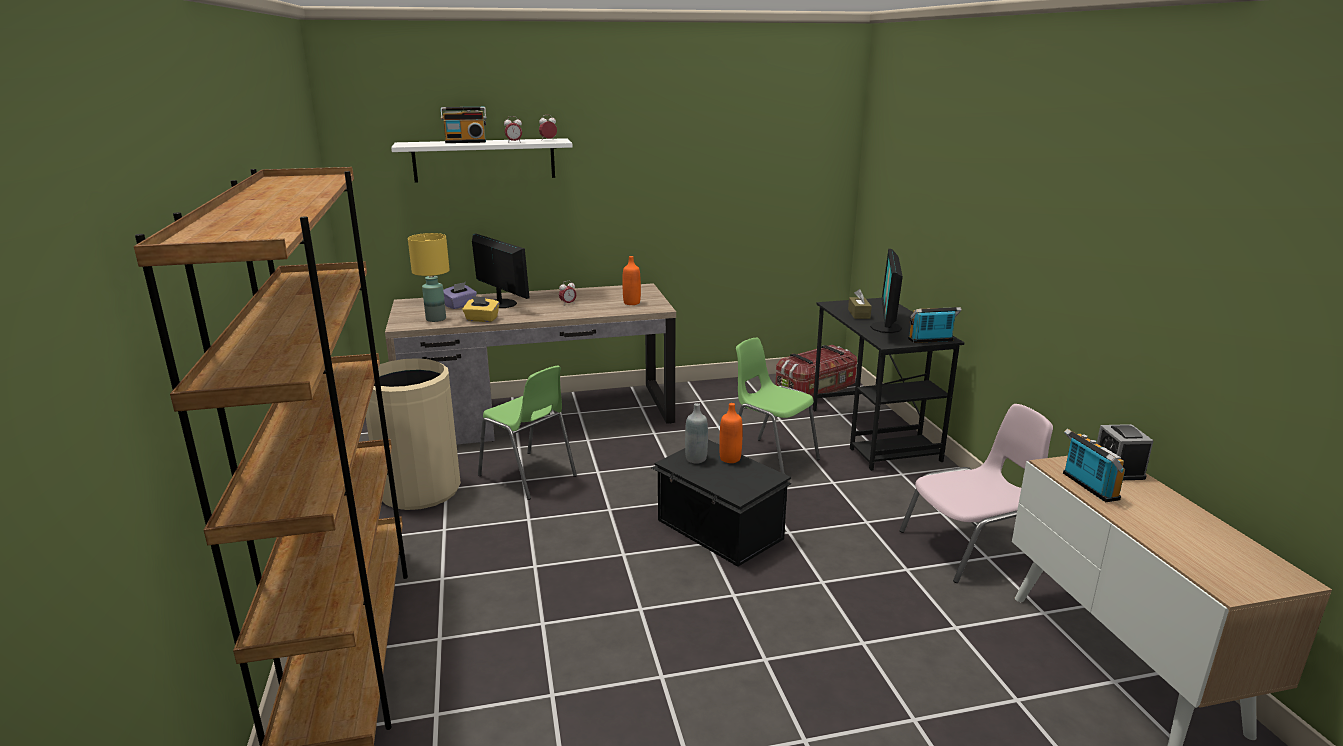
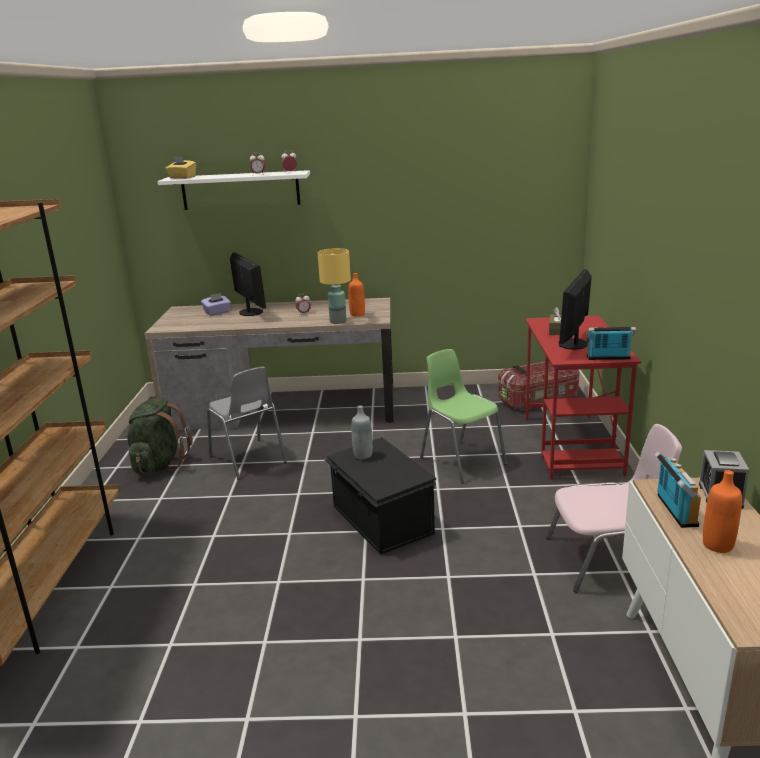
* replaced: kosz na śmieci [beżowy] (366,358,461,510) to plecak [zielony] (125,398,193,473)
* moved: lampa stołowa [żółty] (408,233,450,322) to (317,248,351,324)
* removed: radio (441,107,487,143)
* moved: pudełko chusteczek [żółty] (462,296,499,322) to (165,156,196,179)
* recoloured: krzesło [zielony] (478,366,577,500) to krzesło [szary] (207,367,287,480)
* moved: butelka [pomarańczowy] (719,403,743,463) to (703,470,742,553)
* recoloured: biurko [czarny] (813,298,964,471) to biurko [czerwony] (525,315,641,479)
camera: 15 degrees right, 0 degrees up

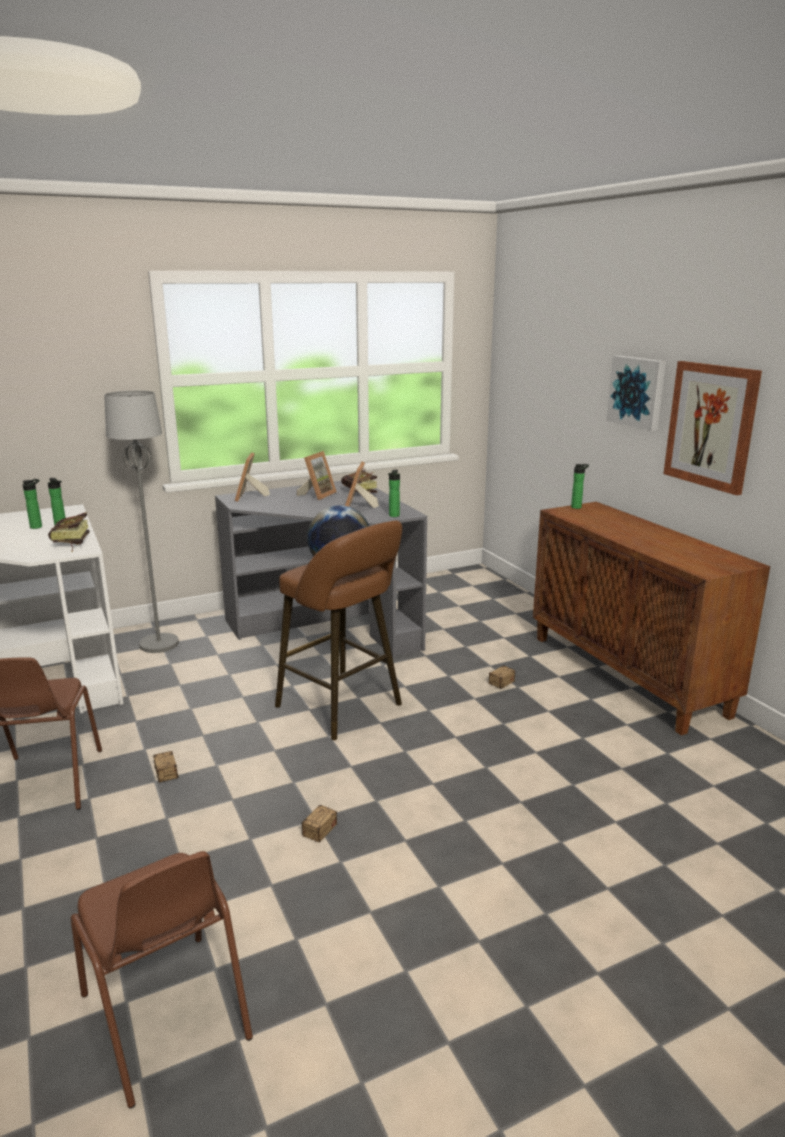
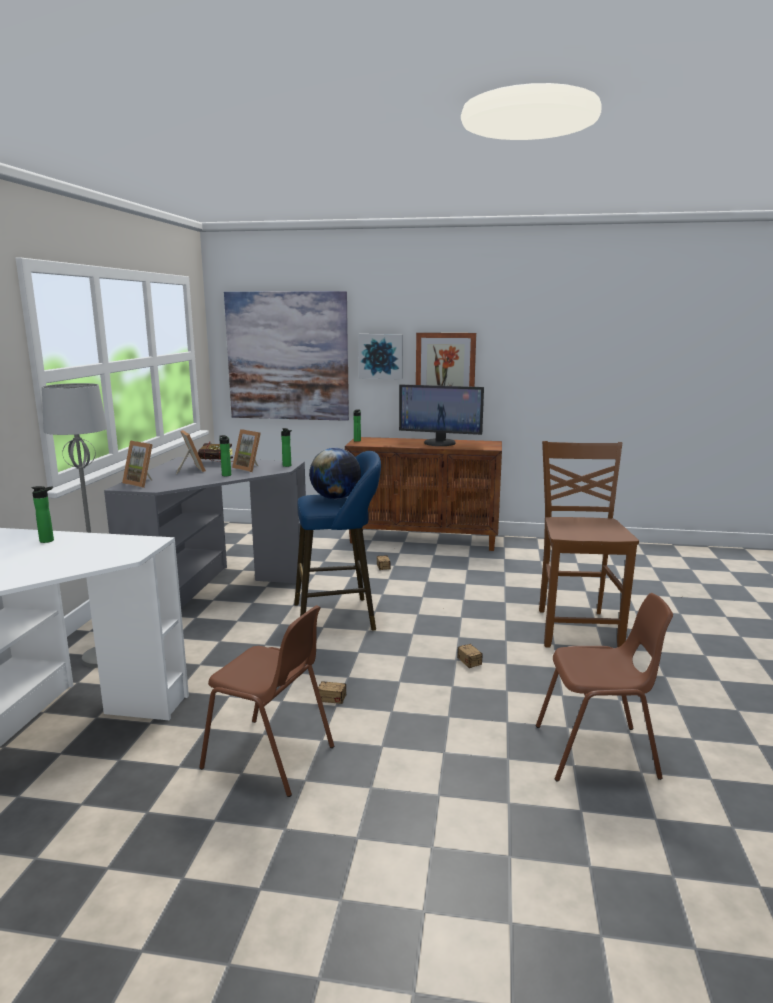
* moved: butelka (23,479,42,529) to (219,435,231,476)
* removed: książka (48,513,89,552)
* recoloured: stołek [brązowy] (275,520,402,740) to stołek [niebieski] (294,451,381,631)
* added: obraz (224,291,349,421)
* added: monitor (399,384,484,446)
* added: krzesło [brązowy] (539,441,639,648)
camera: 55 degrees left, 5 degrees down

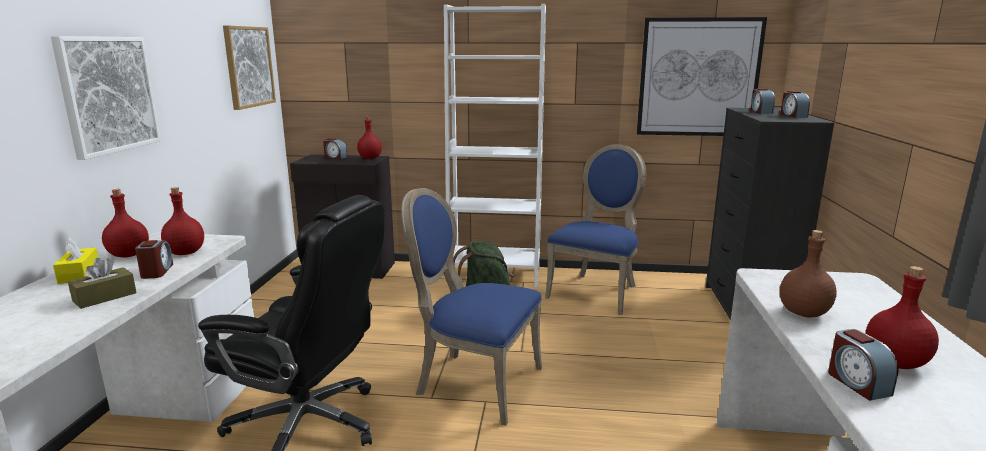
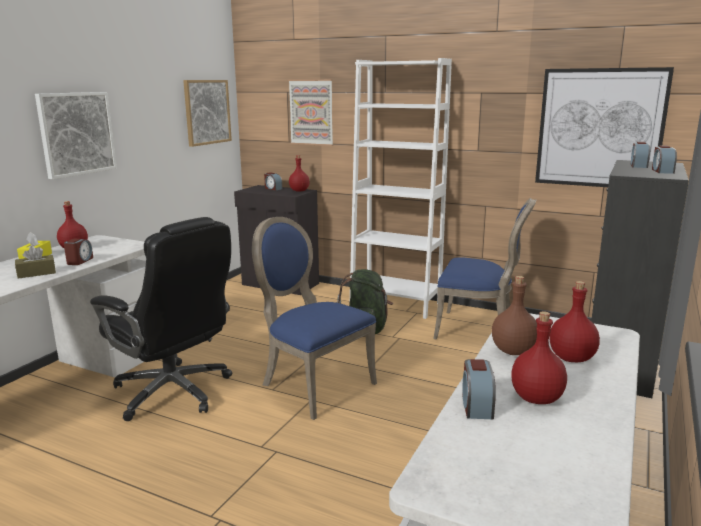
* moved: butelka [czerwony] (161,187,204,255) to (549,281,600,362)
* turned: krzesło [niebieski] (545,144,646,315) = (433,198,536,340) 60 degrees clockwise
* added: obraz (288,79,333,146)
camera: 20 degrees right, 0 degrees up

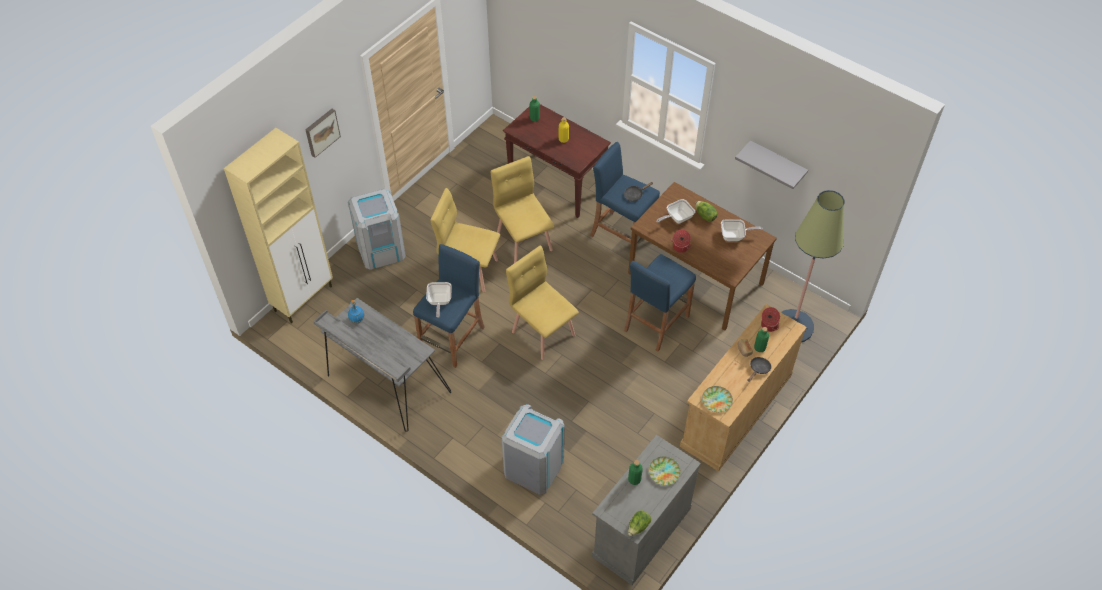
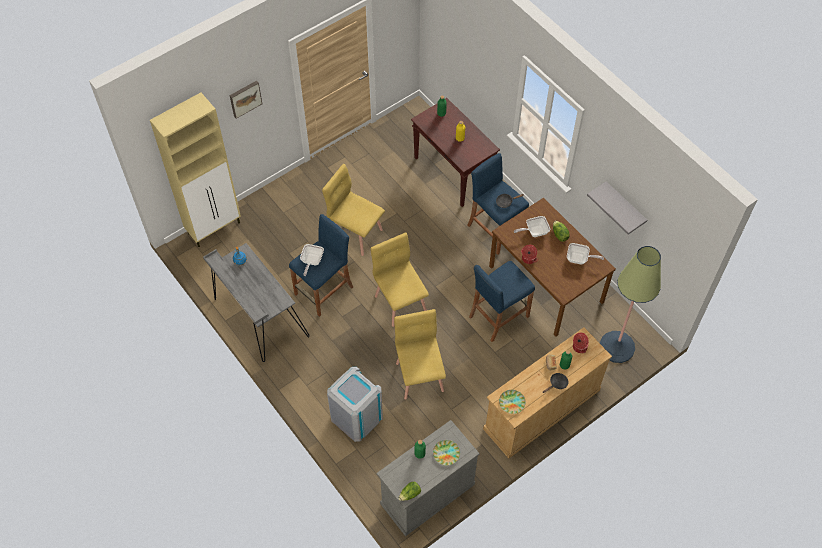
* removed: kosz na śmieci [szary] (348,189,406,270)
* moved: krzesło [żółty] (491,156,554,263) to (394,309,446,400)
camera: 15 degrees right, 5 degrees up

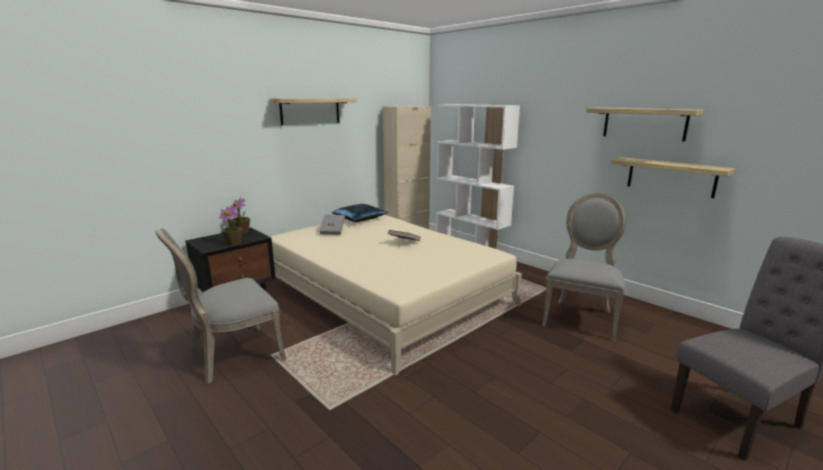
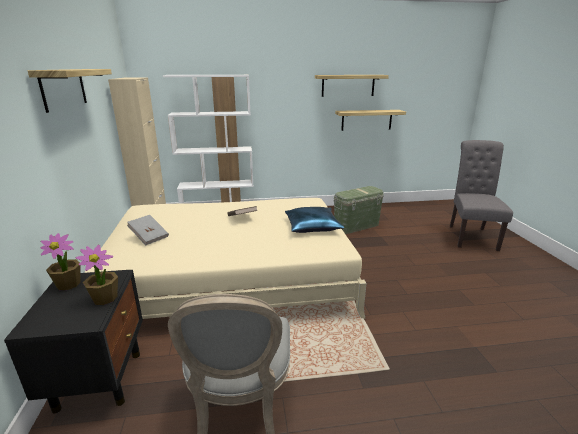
* moved: poduszka [niebieski] (332,204,388,222) to (285,207,345,233)
* replaced: krzesło [szary] (542,193,626,342) to pojemnik do przechowywania [zielony] (333,186,384,234)
camera: 55 degrees left, 5 degrees up

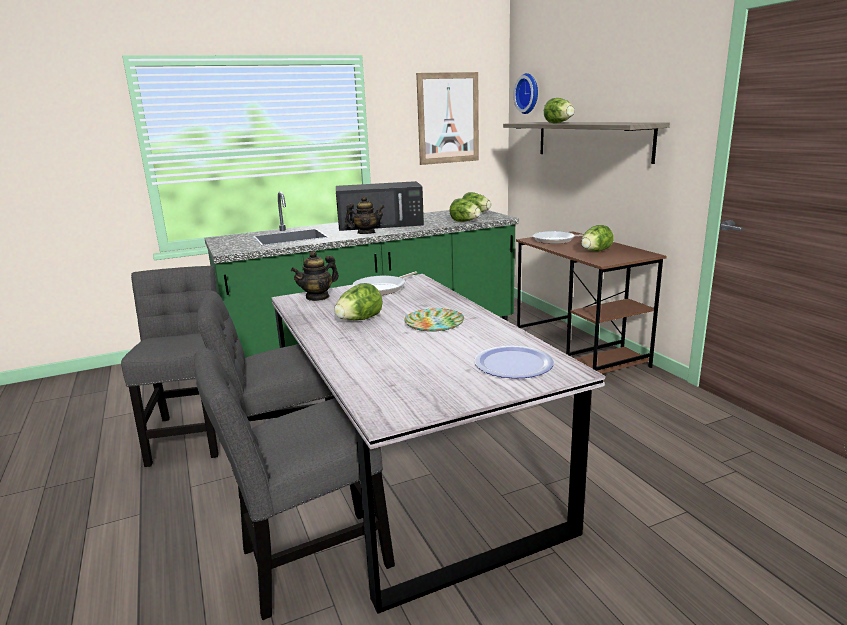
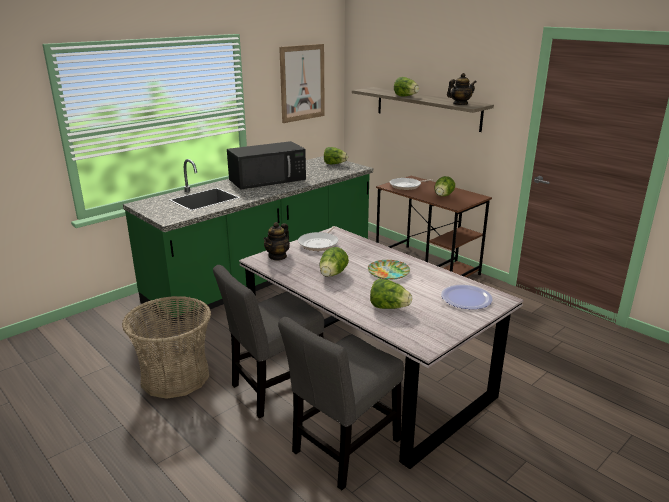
* replaced: krzesło [szary] (121,266,219,467) to koszyk (122,296,211,399)
* moved: imbryk (345,196,385,234) to (447,73,477,105)
* moved: sałata (449,198,481,222) to (370,278,412,309)
* removed: zegar ścienny (513,73,538,114)
camera: 20 degrees left, 5 degrees up

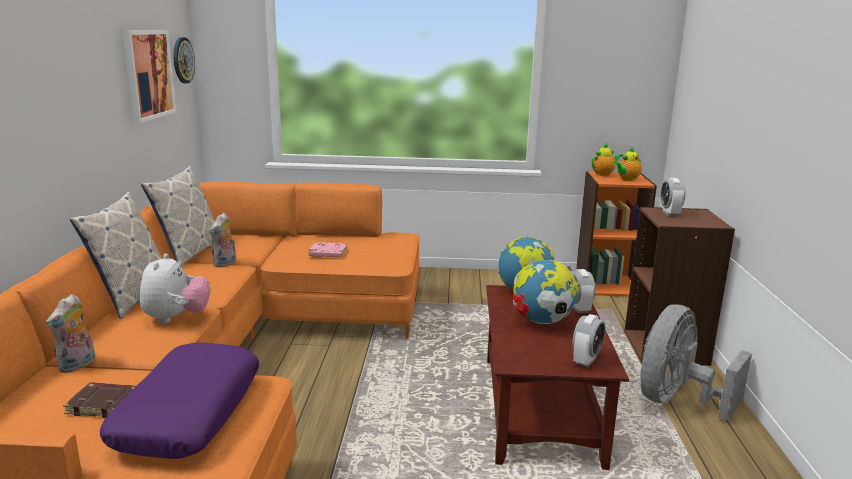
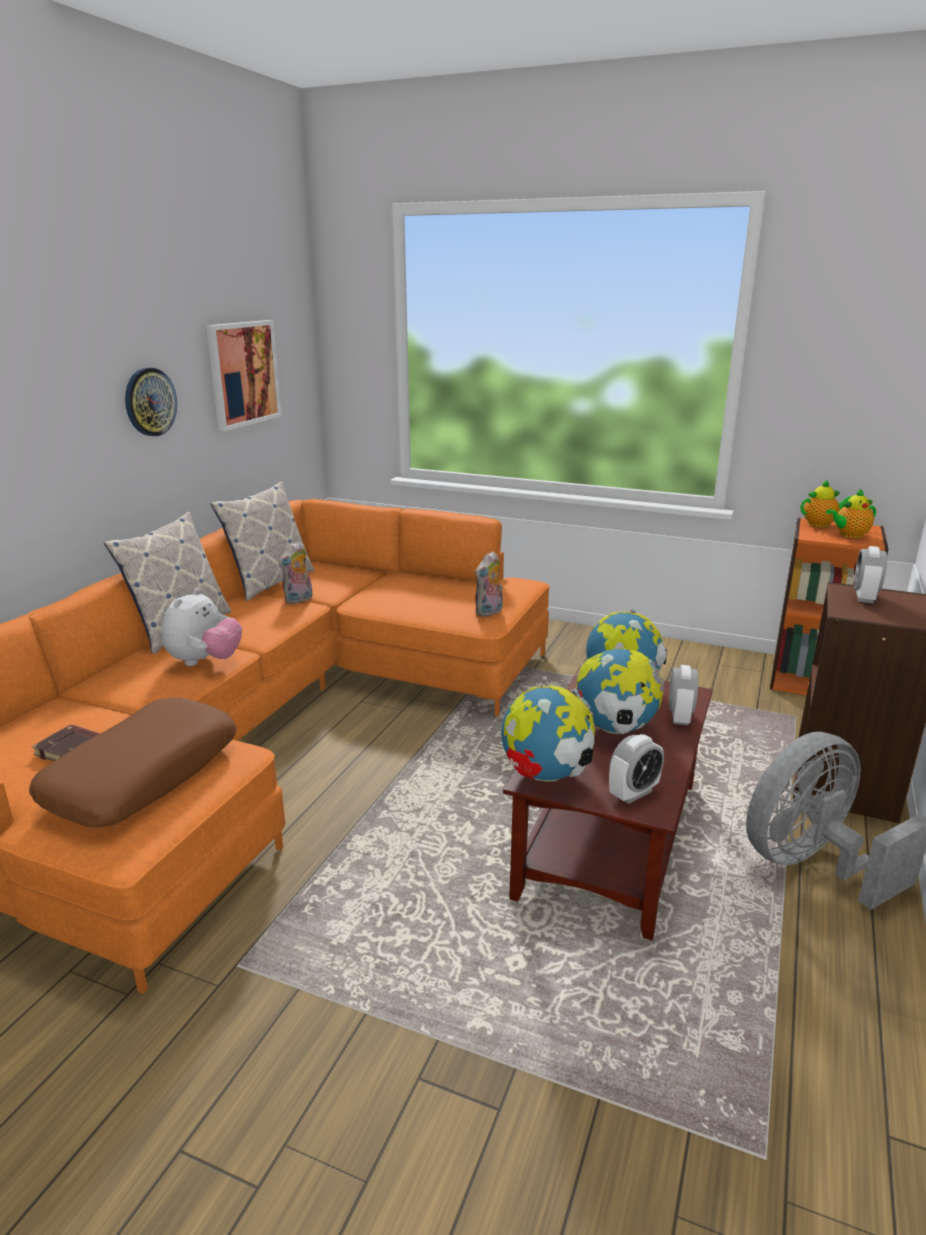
* moved: pluszak (46,294,95,373) to (475,551,503,617)
* recoloured: poduszka [fioletowy] (100,343,259,459) to poduszka [brązowy] (29,697,236,828)
* moved: zegar ścienny (173,37,195,83) to (125,367,177,436)
* removed: książka [różowy] (309,242,347,257)
* added: globus (501,686,595,781)
camera: 20 degrees right, 5 degrees up

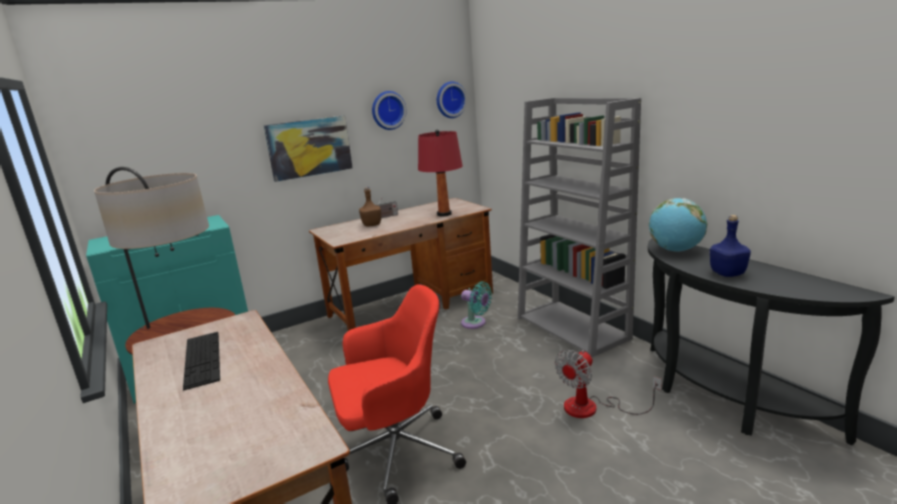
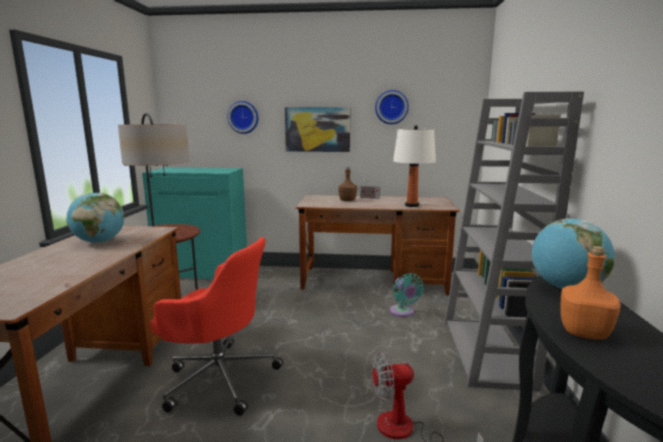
* replaced: klawiatura (183,332,220,390) to globus (67,193,124,243)
* recoloured: lampa stołowa [czerwony] (418,130,463,217) to lampa stołowa [biały] (393,125,436,207)
* moved: zegar ścienny (437,81,467,118) to (227,101,258,134)
* recoloured: butelka [niebieski] (710,215,751,277) to butelka [pomarańczowy] (560,246,621,340)
camera: 35 degrees right, 5 degrees down

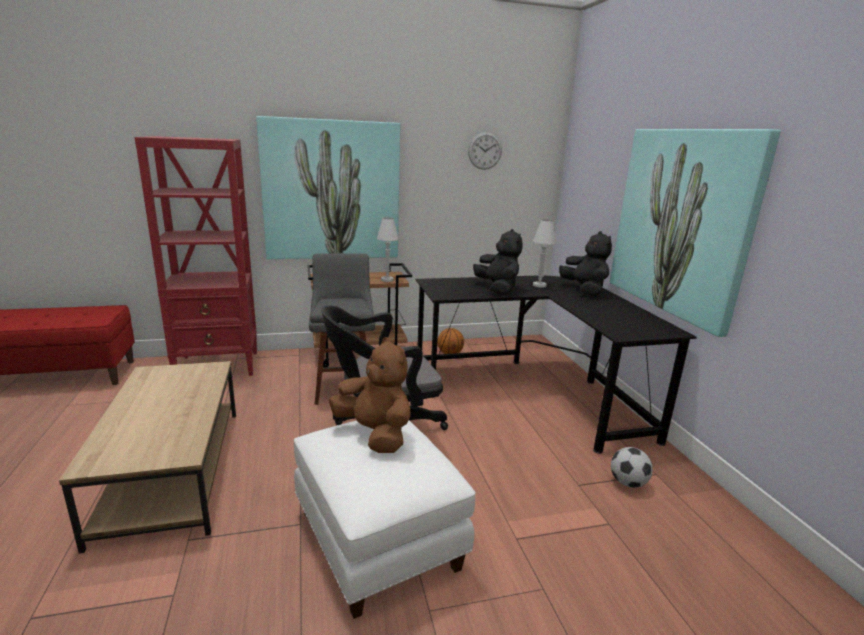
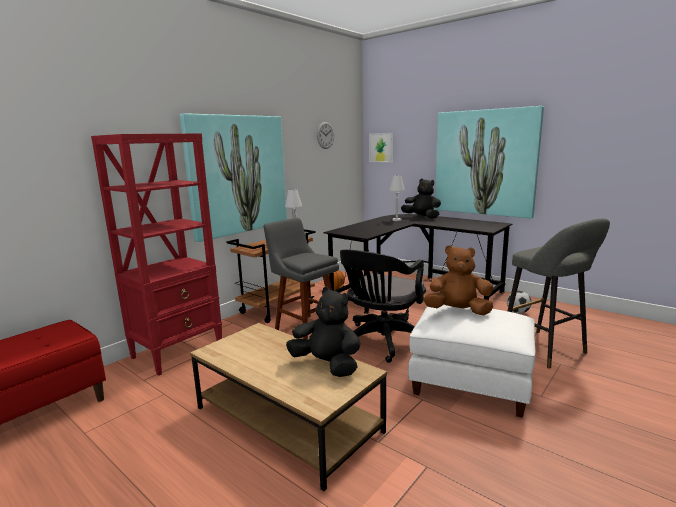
* moved: pluszak [czarny] (473,229,523,295) to (286,287,360,377)
* added: obraz (369,133,394,162)
* added: stołek [szary] (508,219,610,369)
camera: 35 degrees left, 5 degrees down

